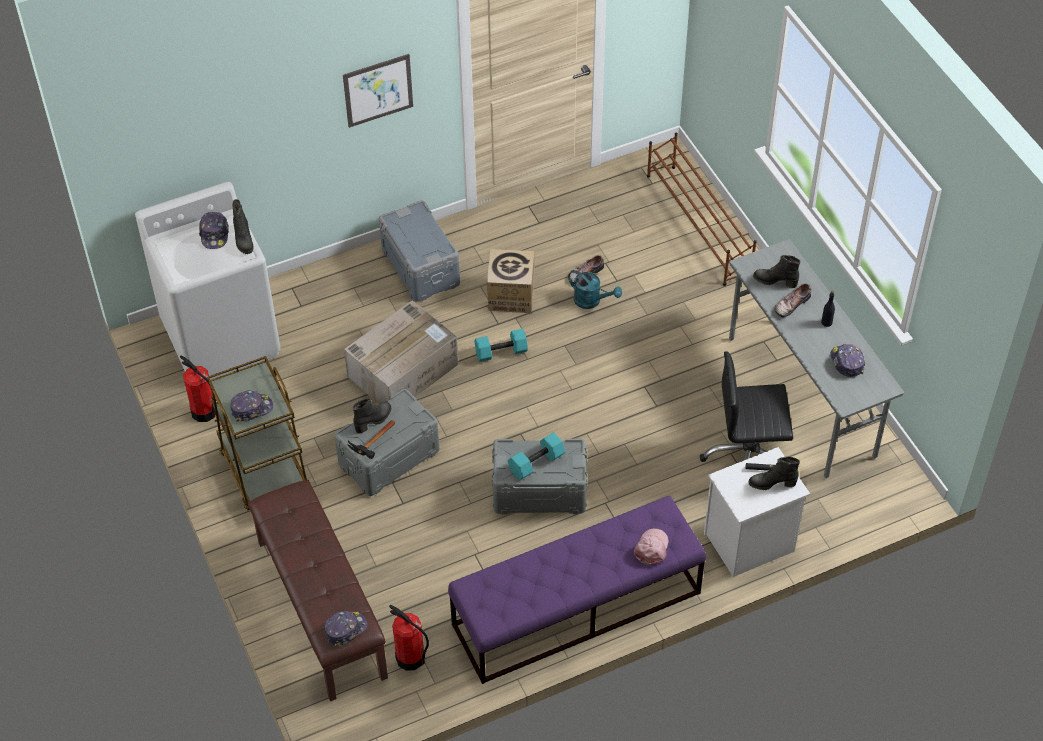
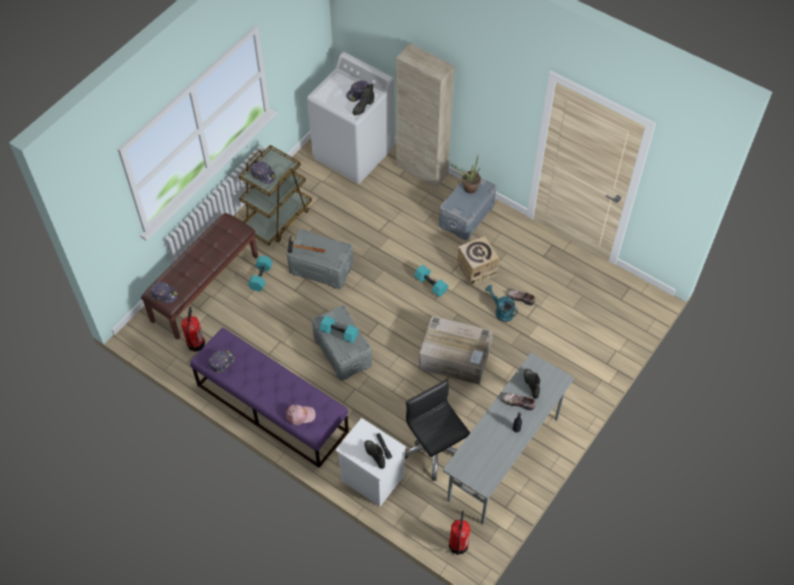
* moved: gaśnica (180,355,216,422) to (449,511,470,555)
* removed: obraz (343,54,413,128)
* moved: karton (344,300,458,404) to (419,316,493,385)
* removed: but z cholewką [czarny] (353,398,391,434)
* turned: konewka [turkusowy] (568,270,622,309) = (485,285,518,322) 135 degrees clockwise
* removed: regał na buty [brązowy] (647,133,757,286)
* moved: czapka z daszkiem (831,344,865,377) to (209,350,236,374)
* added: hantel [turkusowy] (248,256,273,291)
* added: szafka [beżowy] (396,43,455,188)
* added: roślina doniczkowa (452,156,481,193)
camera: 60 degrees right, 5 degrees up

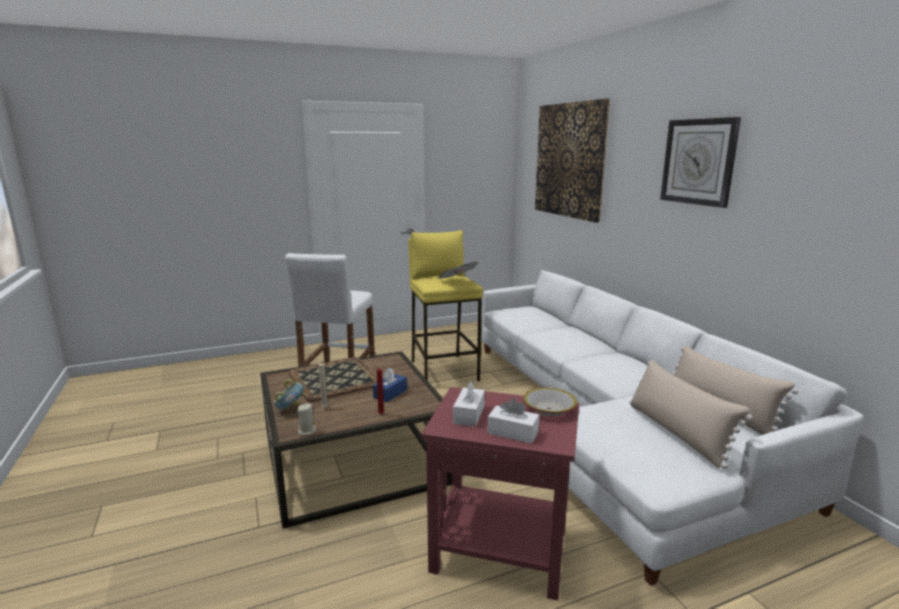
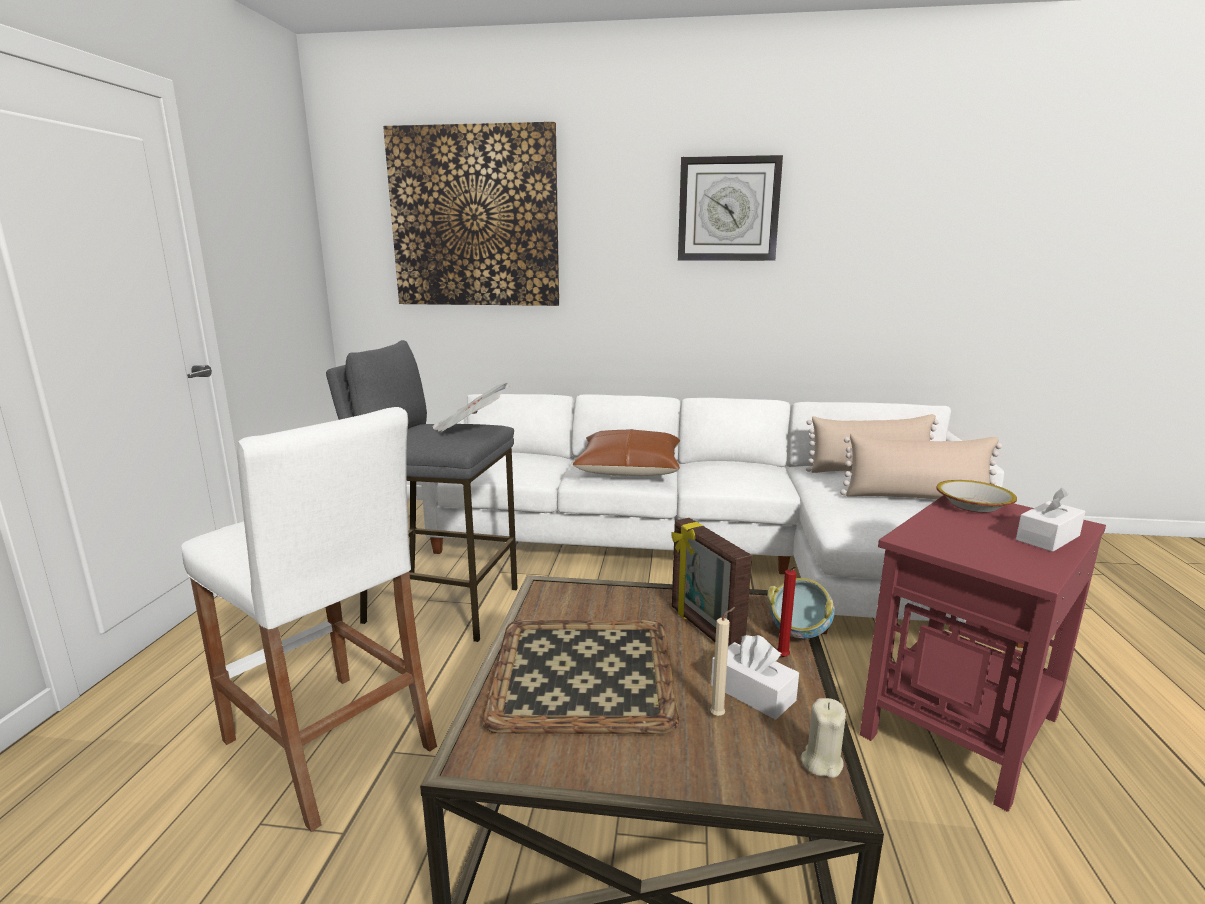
* moved: miska (274,379,304,410) to (767,578,835,639)
* replaced: pudełko chusteczek [niebieski] (373,368,407,402) to ramka na zdjęcie (672,518,752,646)
* recoloured: stołek [żółty] (408,230,483,381) to stołek [szary] (326,340,518,642)
* moved: pudełko chusteczek [biały] (453,381,485,427) to (711,635,799,720)
* added: poduszka [brązowy] (573,429,680,476)
camera: 60 degrees left, 0 degrees up

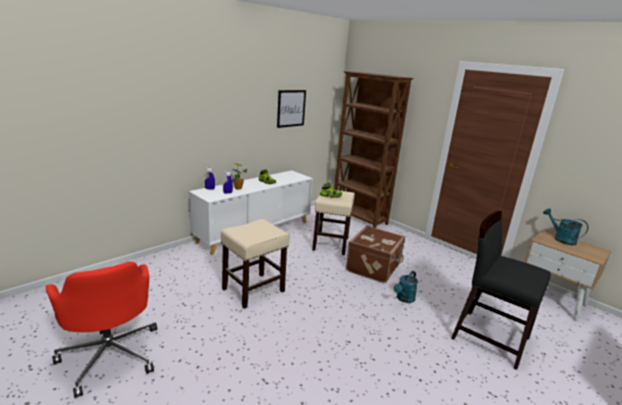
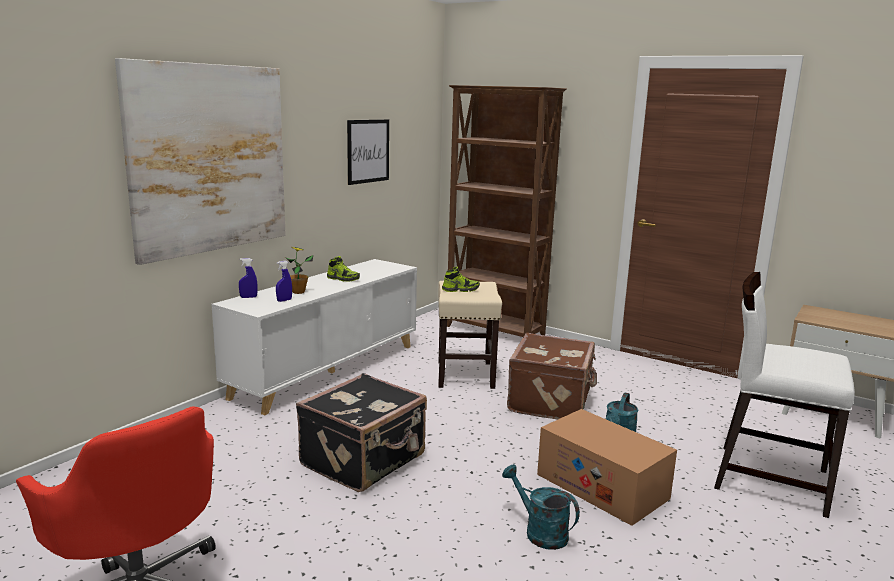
* replaced: stołek [beżowy] (221,219,290,309) to walizka [czarny] (296,373,427,492)
* recoloured: krzesło [czarny] (451,211,551,370) to krzesło [biały] (714,272,855,518)
* moved: konewka [turkusowy] (543,208,589,245) to (502,464,580,550)
* added: obraz (115,58,286,265)
* added: karton (537,409,677,526)
camera: 10 degrees left, 5 degrees down

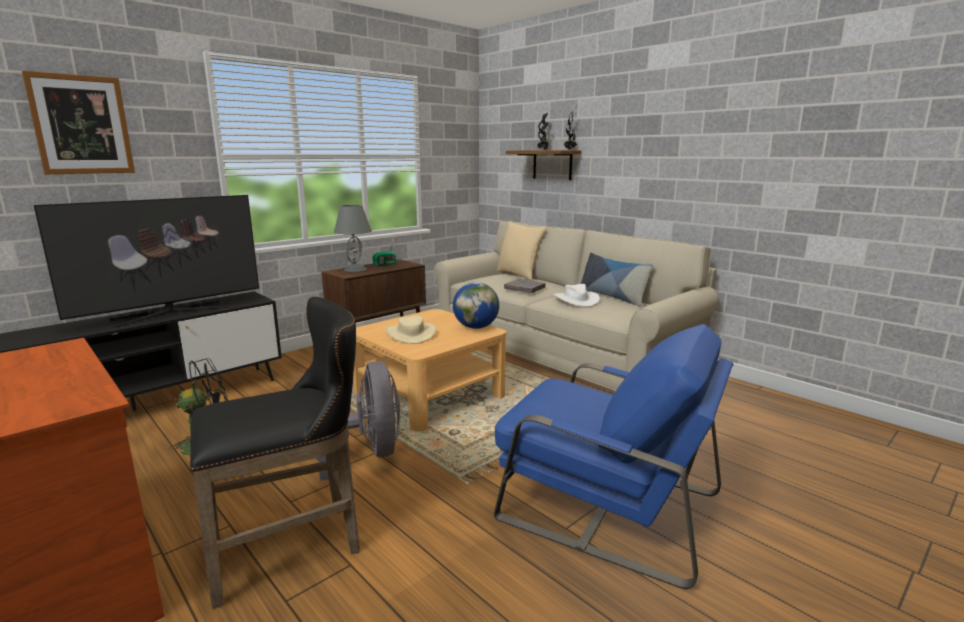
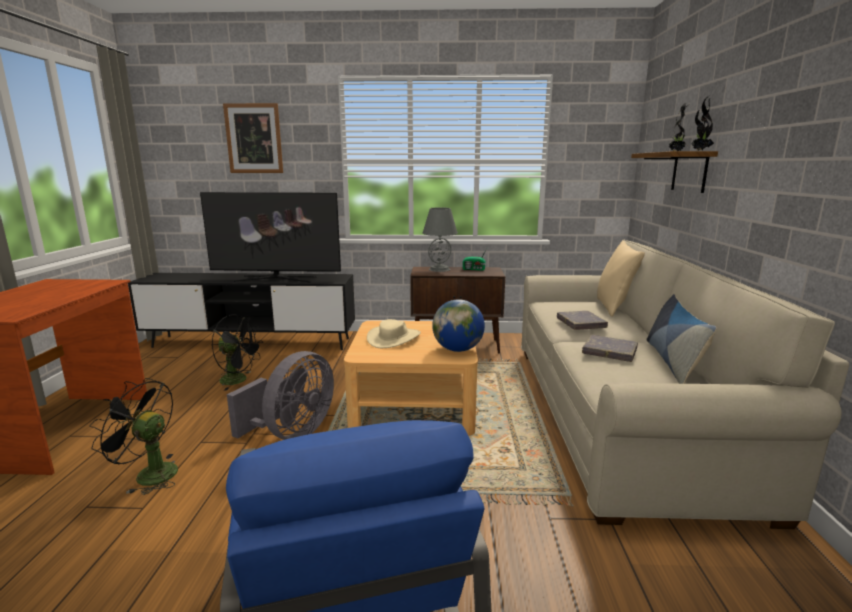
* replaced: stołek [czarny] (190,297,360,609) to wentylator [czarny] (89,378,178,495)
* replaced: kapelusz [biały] (554,284,600,307) to książka [szary] (582,335,638,362)
camera: 45 degrees right, 0 degrees up

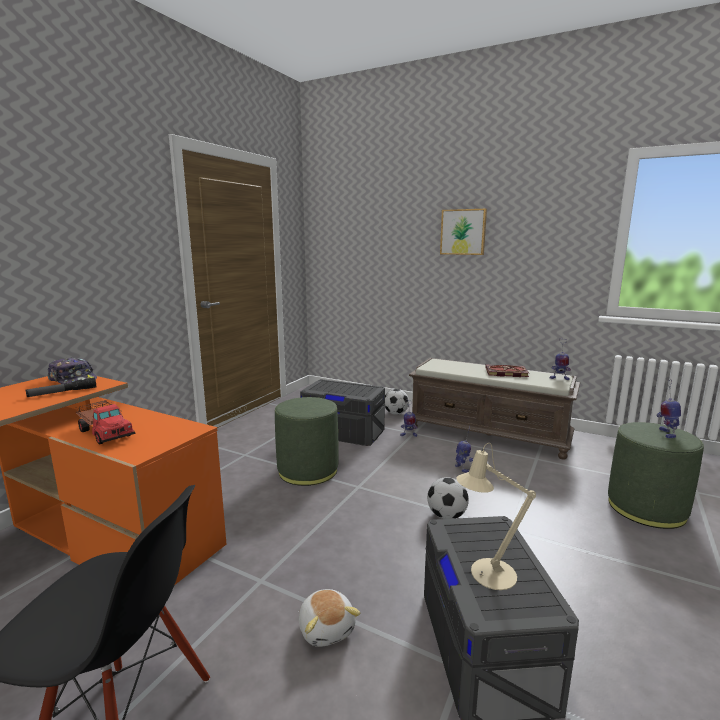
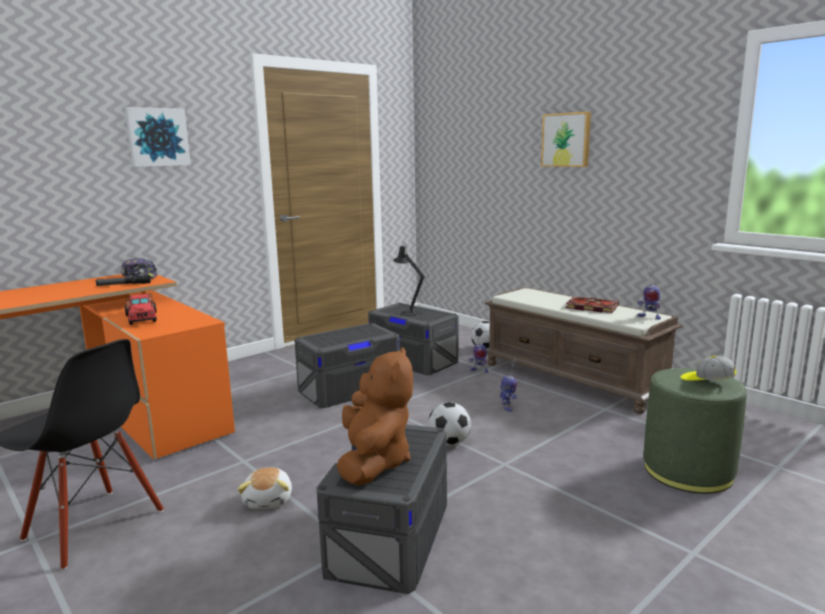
* replaced: pufa [zielony] (275,397,338,486) to pojemnik do przechowywania [szary] (294,323,400,408)
* replaced: lampa stołowa [beżowy] (456,443,536,590) to pluszak [brązowy] (337,346,413,486)
* replaced: robot zabawkowy (657,379,681,438) to czapka z daszkiem (681,356,737,381)
* added: obraz (125,107,191,167)
* added: lampa stołowa [czarny] (393,243,425,316)
camera: 20 degrees right, 0 degrees up

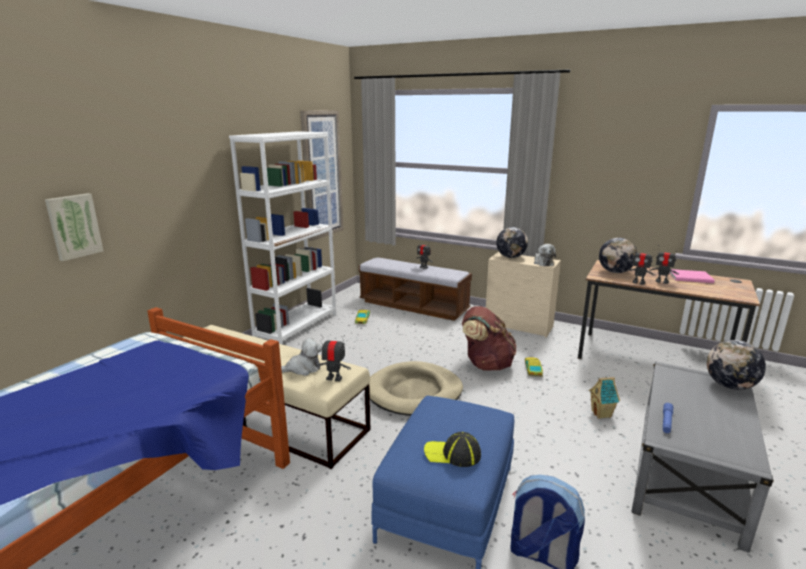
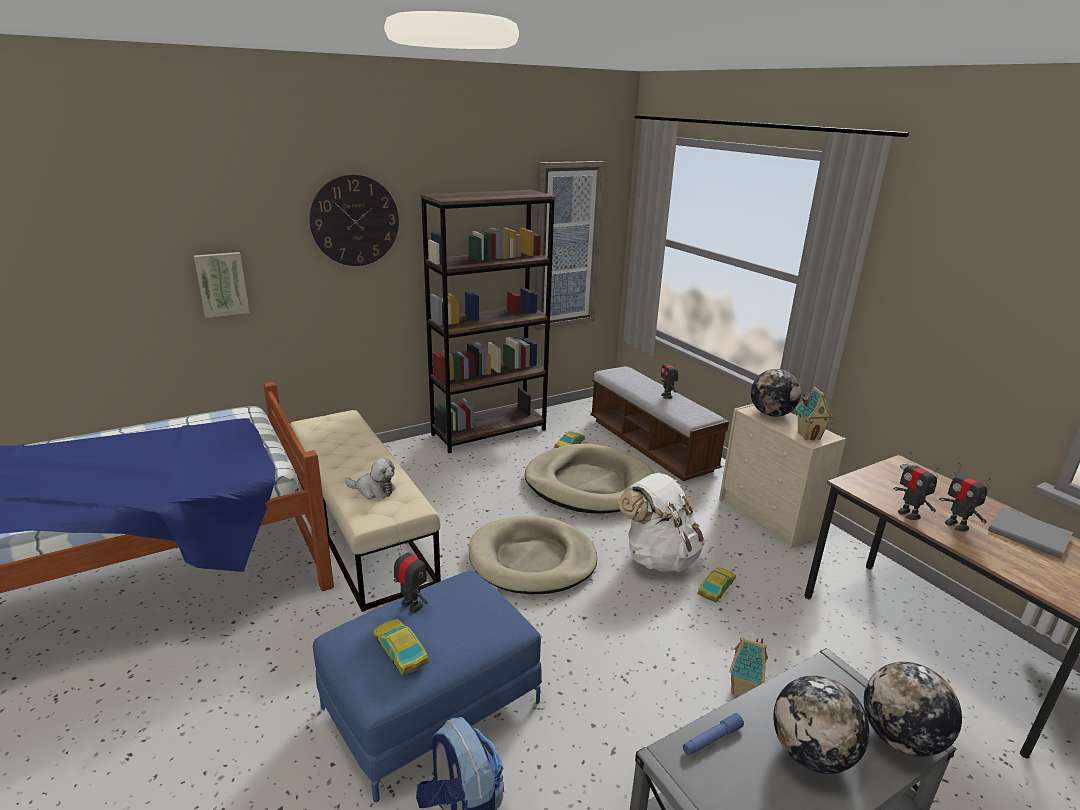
* recoloured: regał [biały] (229,131,337,345) to regał [brązowy] (420,190,555,453)
* moved: robot zabawkowy (317,334,351,381) to (394,543,428,613)
* replaced: czapka z daszkiem (424,432,481,467) to samochodzik (373,619,429,676)
* recoloured: plecak [brązowy] (462,306,516,370) to plecak [biały] (618,473,705,572)
* replaced: pluszak (534,244,556,266) to domek (795,387,834,440)
* moved: globus (599,238,637,273) to (773,675,869,774)
* recoloured: książka [różowy] (669,269,714,283) to książka [szary] (988,507,1073,558)
* added: zegar ścienny (309,174,399,266)
* added: legowisko [beżowy] (525,444,654,514)
camera: 30 degrees right, 5 degrees up

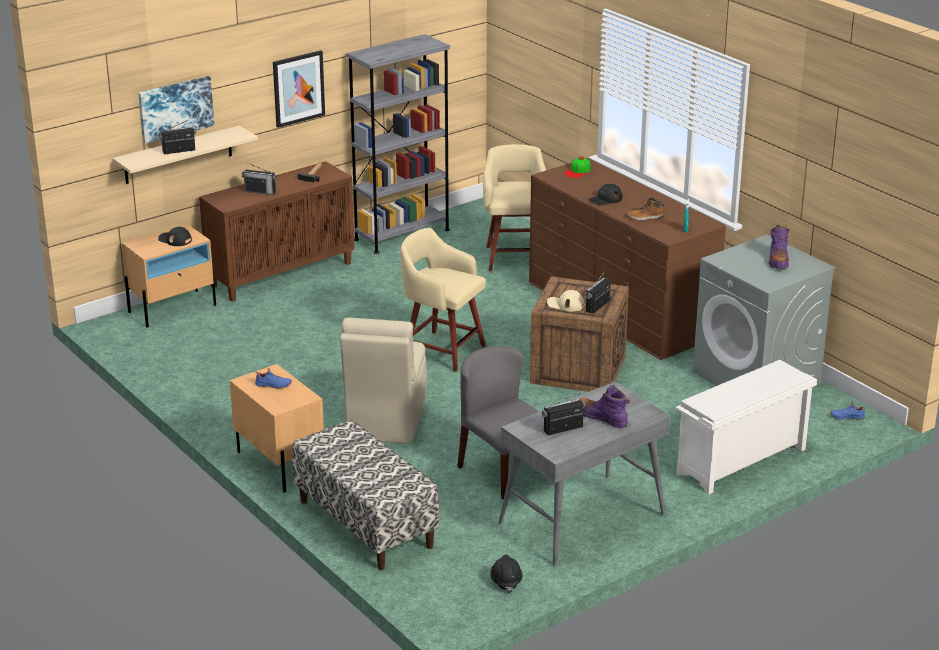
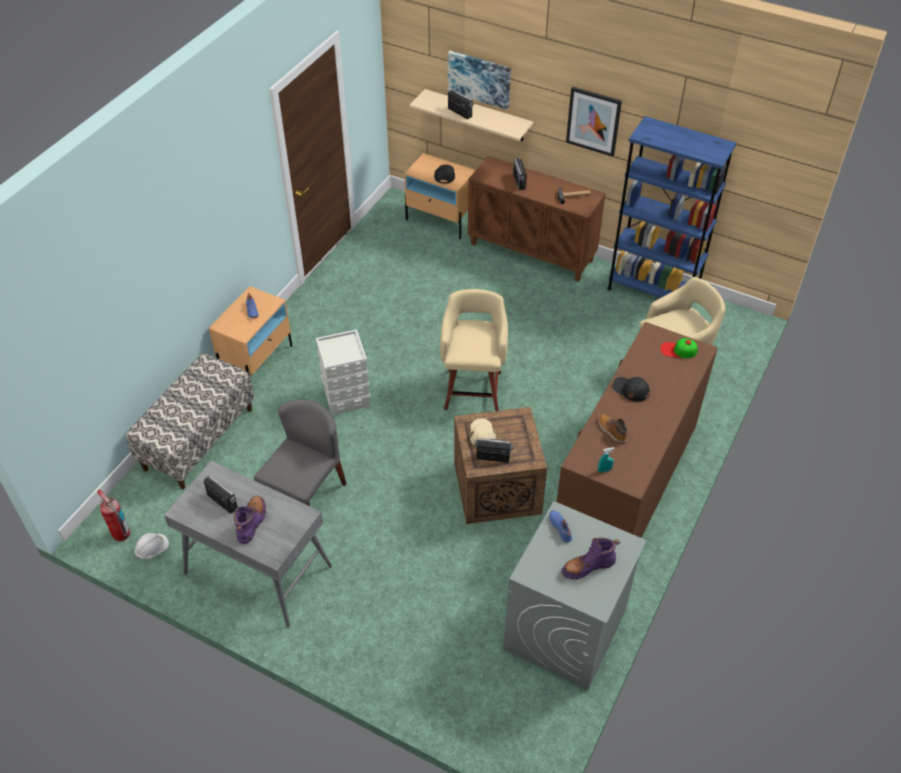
* replaced: krzesło [beżowy] (340,318,427,443) to pojemnik do przechowywania [szary] (316,329,370,415)
* recoloured: regał [szary] (346,34,450,254) to regał [niebieski] (607,116,736,298)
* recoloured: kask [czarny] (491,554,523,593) to kask [biały] (135,533,169,559)
* removed: regał na buty [biały] (676,360,817,495)
* moved: but [niebieski] (831,401,865,420) to (549,510,572,543)
* added: gaśnica (97,490,130,541)
camera: 65 degrees right, 20 degrees up

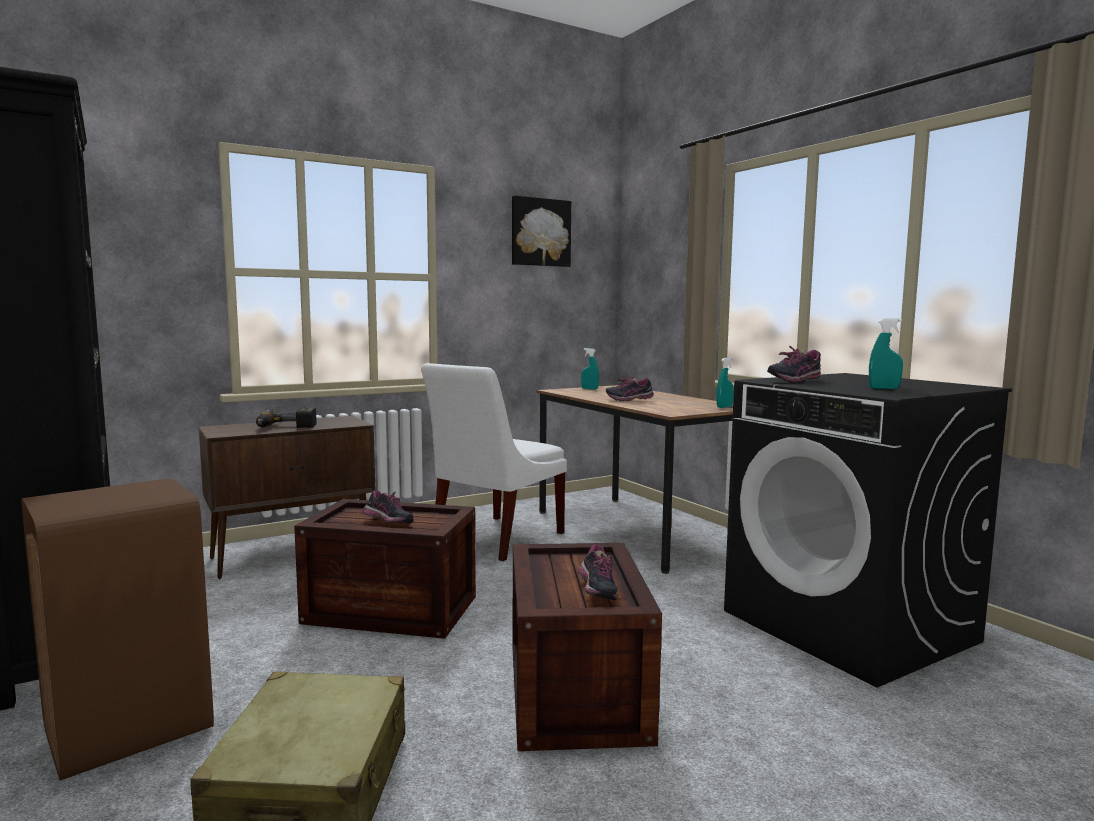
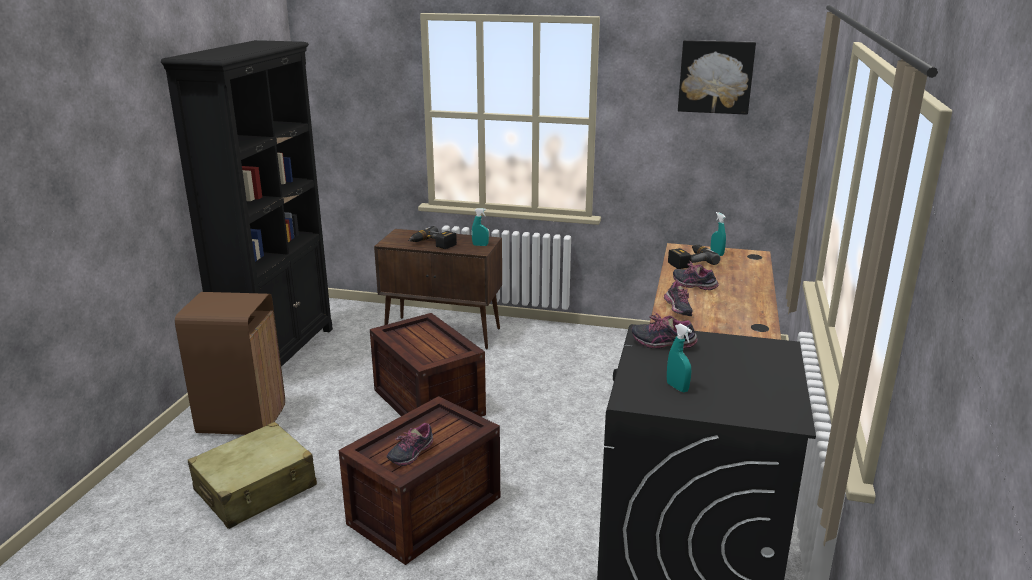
* moved: but (362,490,414,524) to (664,282,693,316)
* removed: krzesło [biały] (421,363,567,561)
* moved: spryskiwacz [turkusowy] (717,357,734,408) to (472,208,489,246)
* added: wiertarka (668,245,721,269)
camera: 45 degrees right, 15 degrees up

